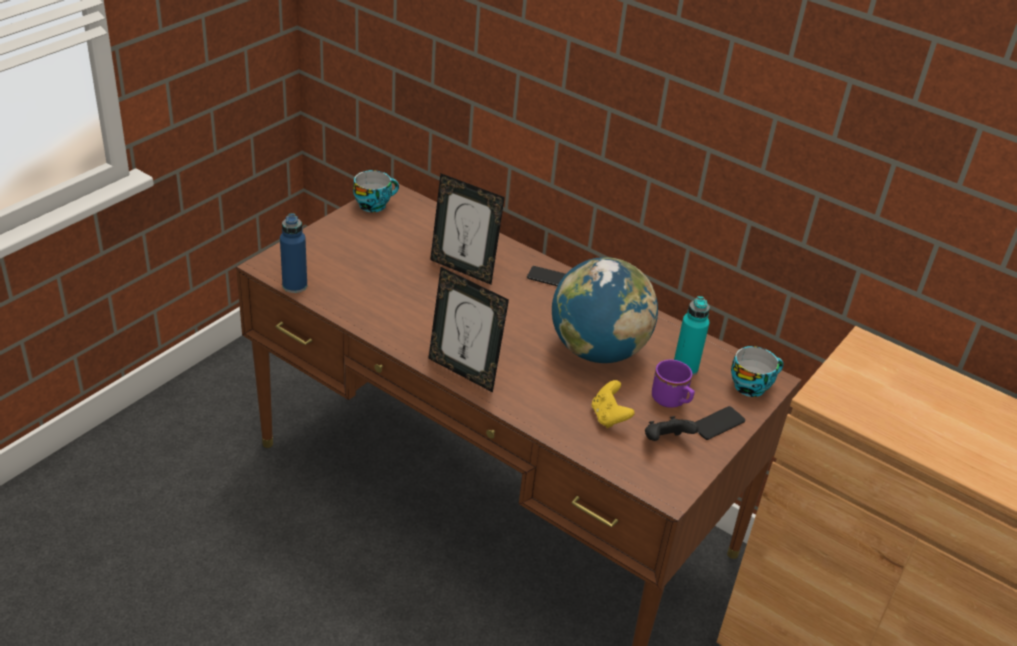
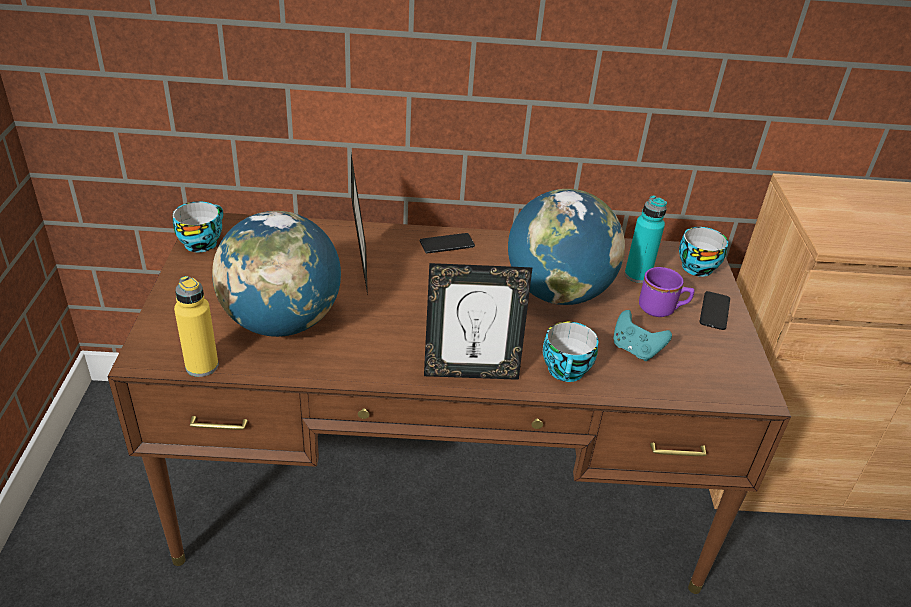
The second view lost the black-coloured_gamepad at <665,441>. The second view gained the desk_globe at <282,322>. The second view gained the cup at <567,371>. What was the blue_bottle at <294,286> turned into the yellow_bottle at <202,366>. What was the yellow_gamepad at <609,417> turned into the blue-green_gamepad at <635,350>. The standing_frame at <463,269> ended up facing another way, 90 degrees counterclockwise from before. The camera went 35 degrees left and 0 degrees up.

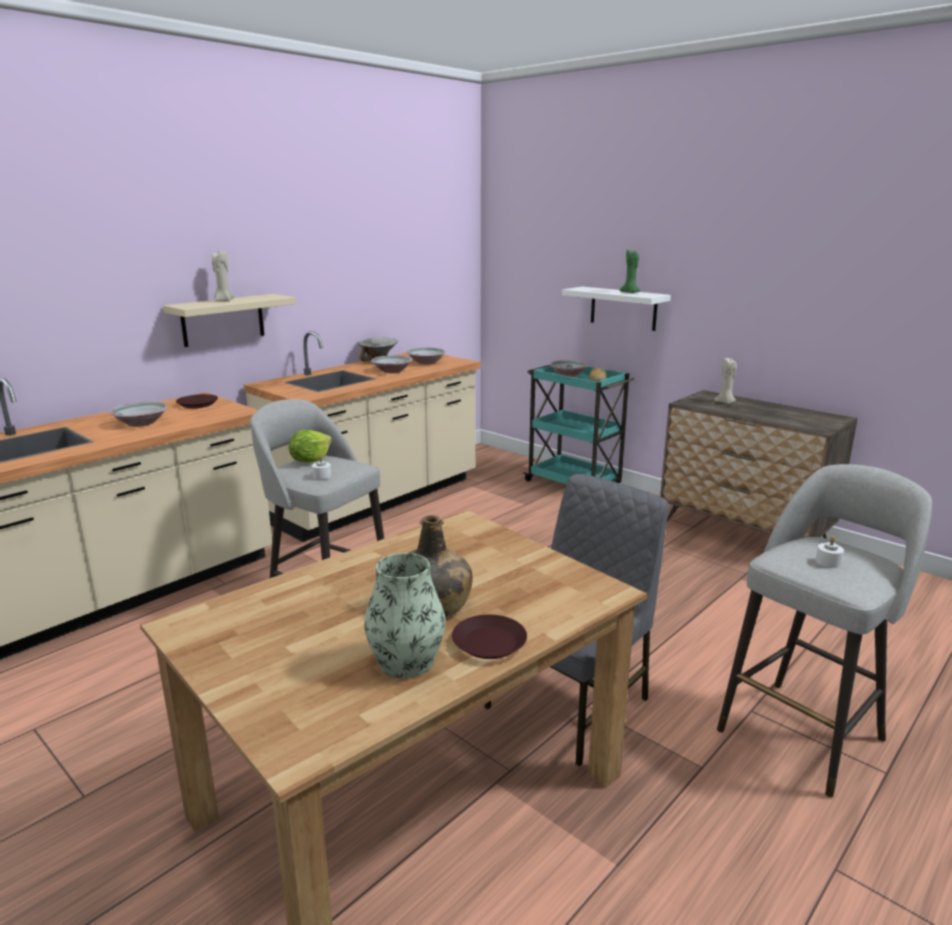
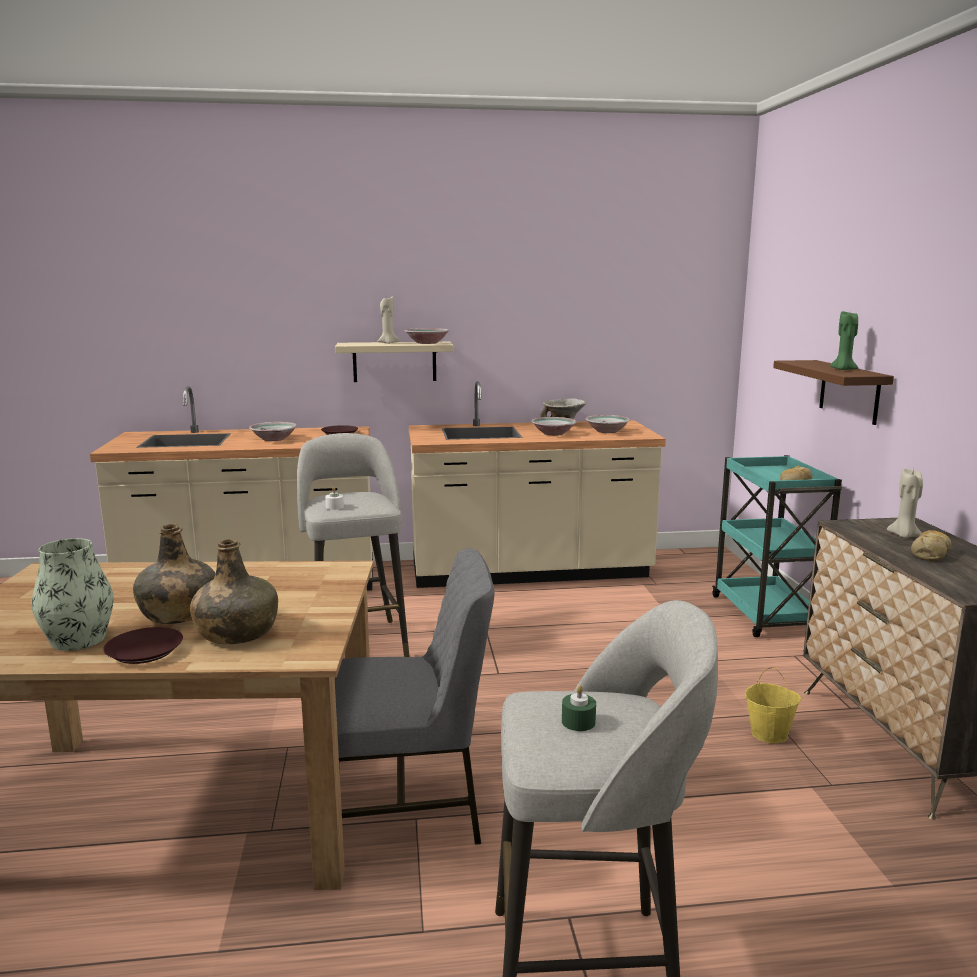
The second view lost the head_of_lettuce at <310,460>. The second view gained the green_bottle at <237,633>. The second view gained the yellow_pail at <769,734>. The second view gained the baked_bread at <930,553>. The serving_bowl ended up elsewhere, having gone from <568,375> to <426,343>. What was the white_bracket_shelf at <623,308> turned into the brownish_bracket_shelf at <849,391>. What was the white_wax_light at <828,562> turned into the green_wax_light at <578,722>. The camera went 40 degrees right and 5 degrees down.

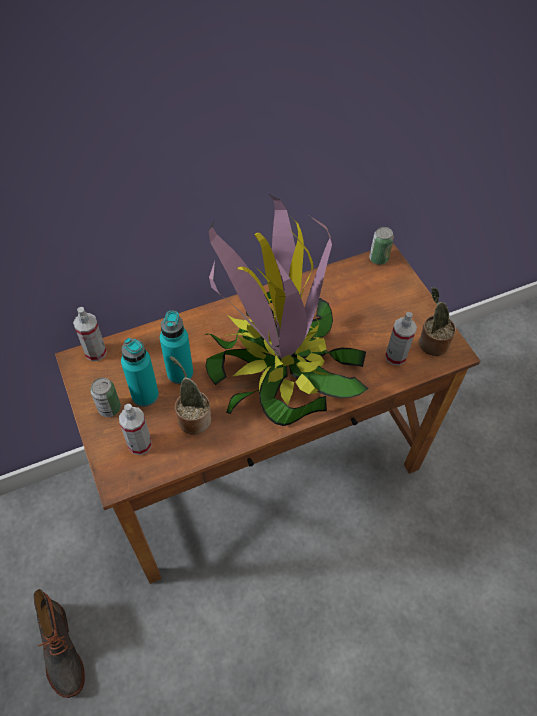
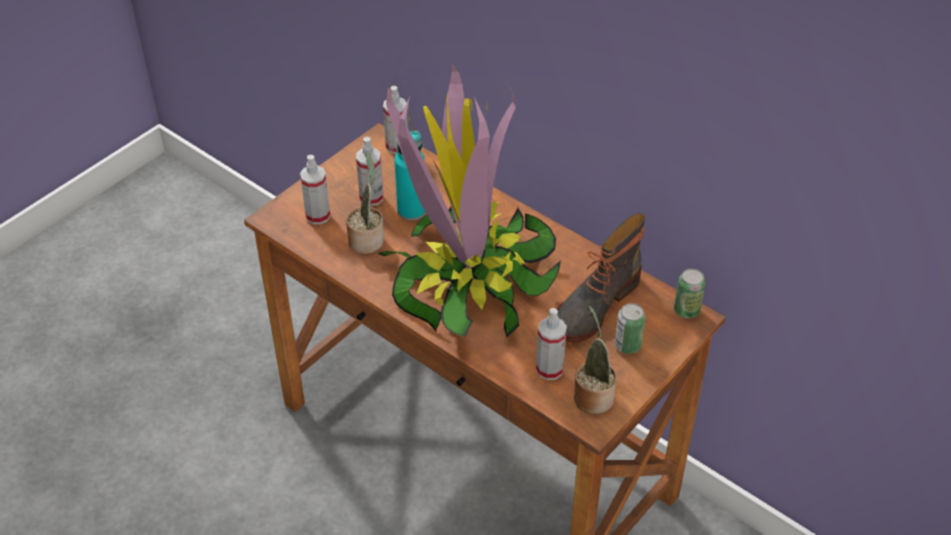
The high-top_boot ended up elsewhere, having gone from <60,651> to <594,305>. The metal_can ended up elsewhere, having gone from <109,408> to <627,345>. Where the blue-green_bottle stood at <145,395>, the spray_bottle came to stand at <371,198>. The camera went 65 degrees right and 10 degrees down.

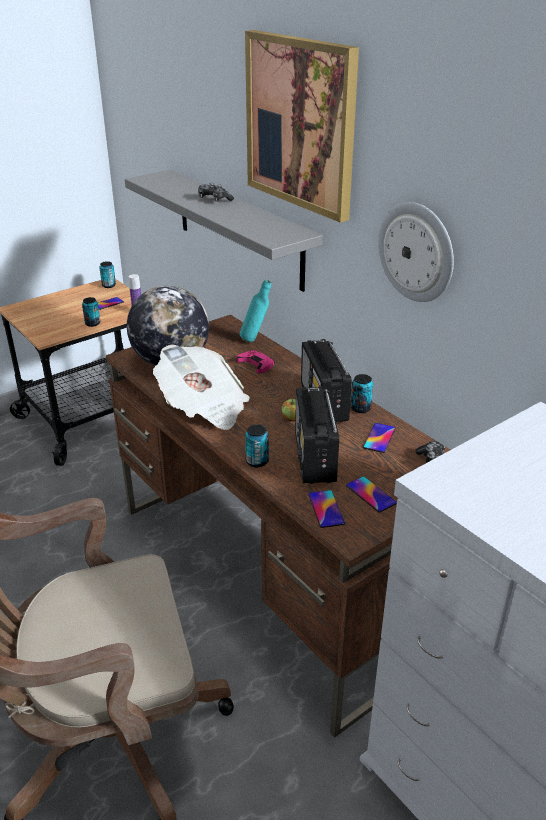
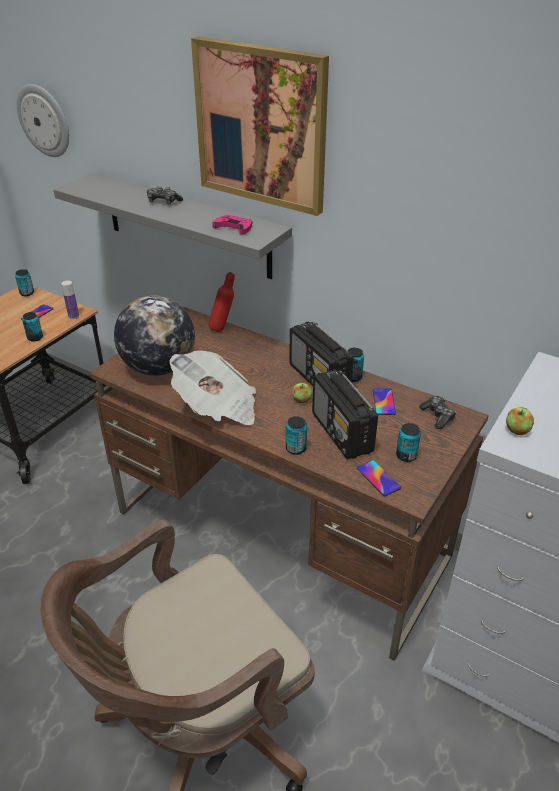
The second view gained the whole_apple at <517,430>. The pinkish_gamepad ended up elsewhere, having gone from <256,364> to <233,227>. The clock_on_the_wall ended up elsewhere, having gone from <417,252> to <44,120>. Where the phone stood at <371,494>, the metal_can came to stand at <406,455>. What was the blue-green_bottle at <255,339> turned into the red_bottle at <223,328>. The camera went 20 degrees left and 5 degrees up.

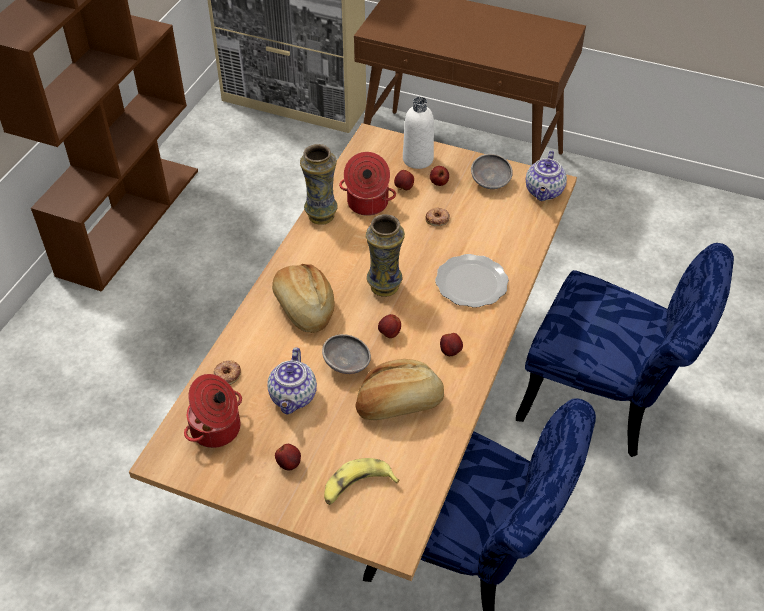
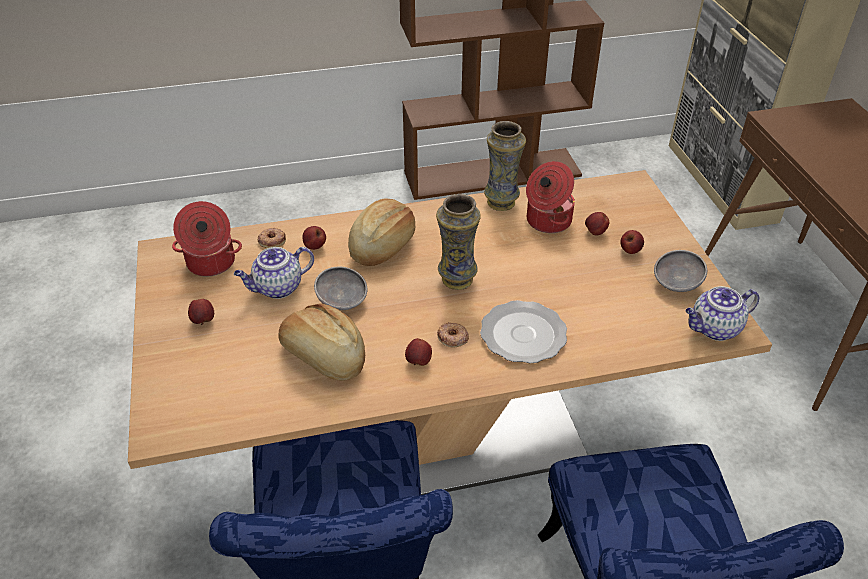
The second view lost the banana_fruit at <357,487>. The second view lost the white_bottle at <418,159>. The whole_apple ended up elsewhere, having gone from <389,334> to <314,246>. The donut ended up elsewhere, having gone from <437,219> to <452,337>. The camera went 55 degrees right and 5 degrees down.

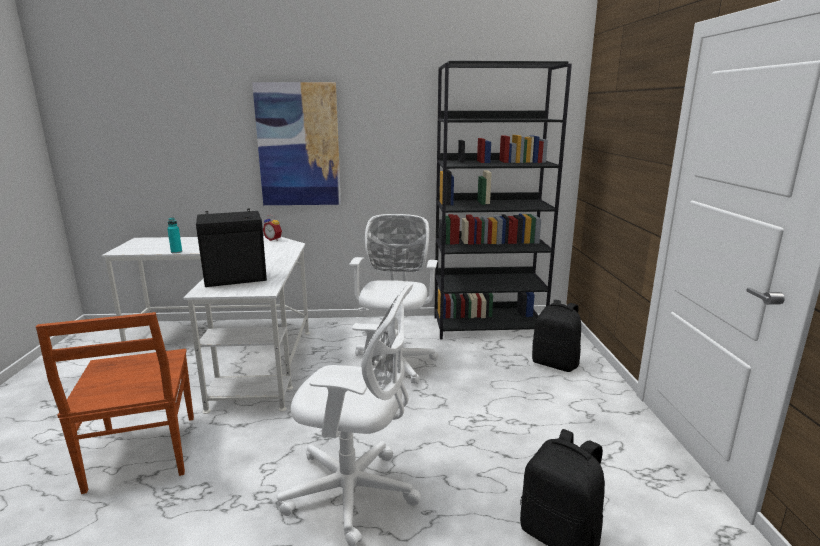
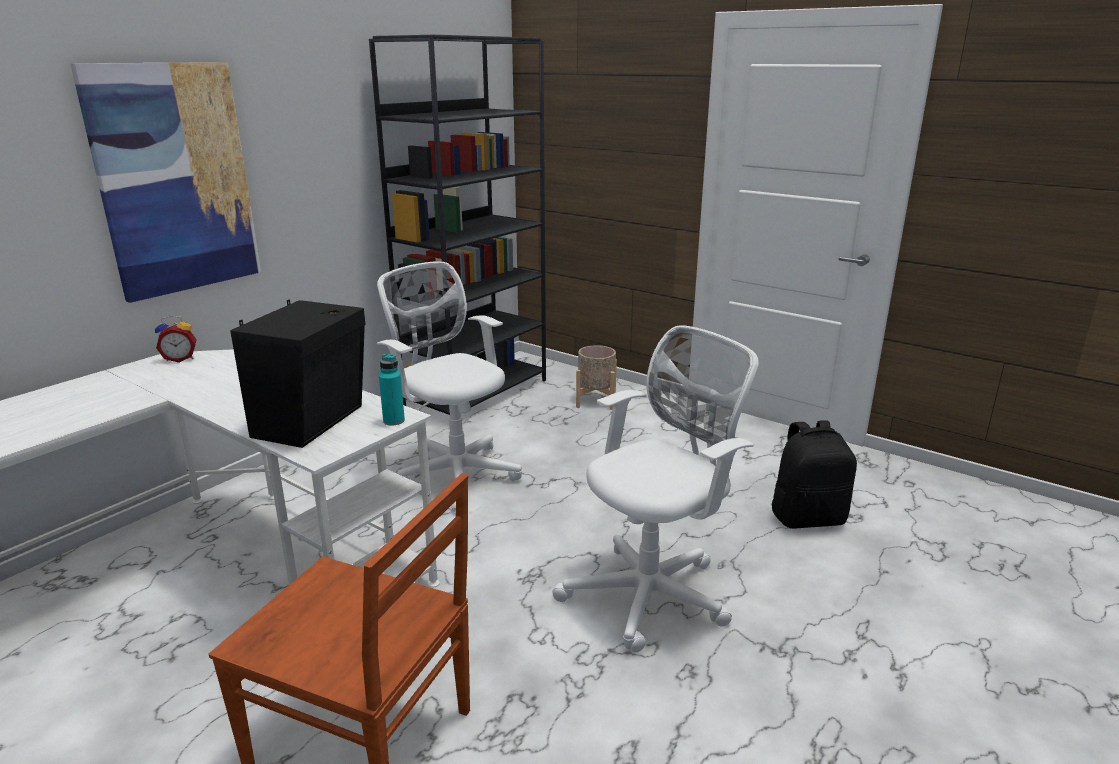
The blue-green_bottle ended up elsewhere, having gone from <176,252> to <394,421>. Where the black-coloured_rucksack stood at <555,364>, the beige_planter came to stand at <595,401>. The camera went 50 degrees left and 5 degrees up.

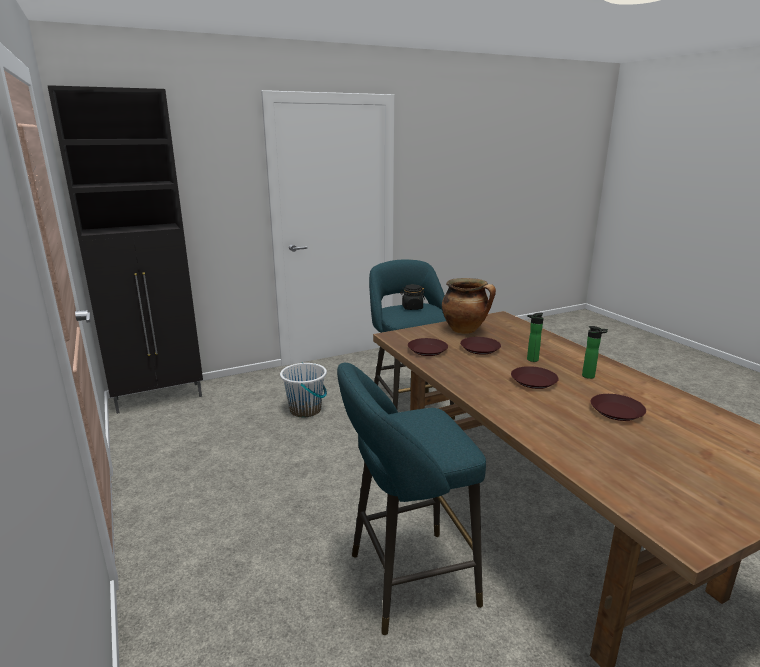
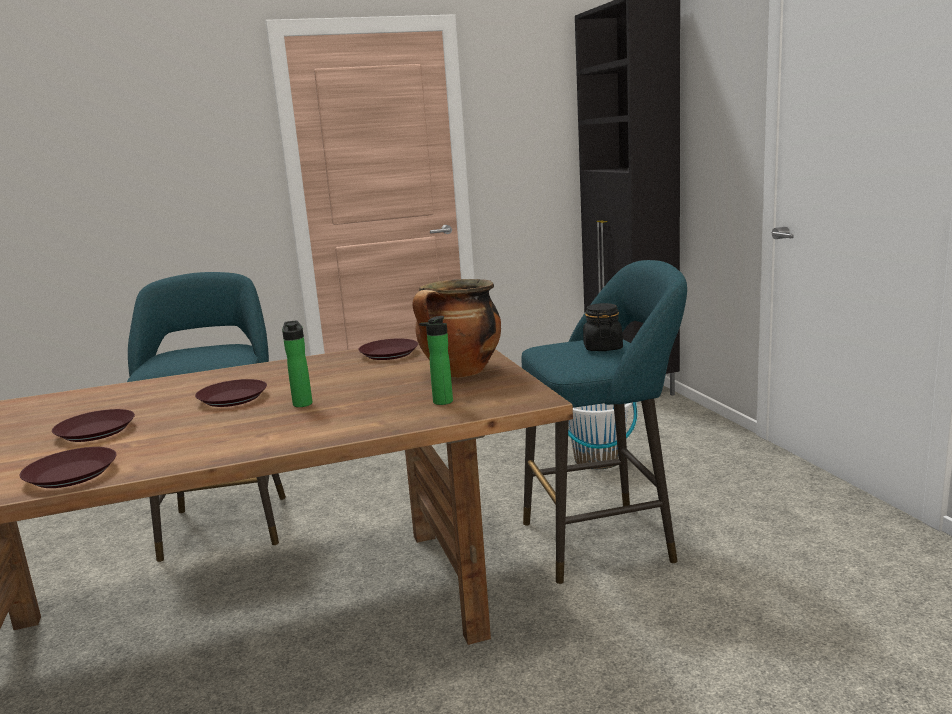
The brownish_dinner_plate ended up elsewhere, having gone from <479,349> to <72,474>. The bottle ended up elsewhere, having gone from <590,376> to <440,403>. The camera went 100 degrees right and 5 degrees down.

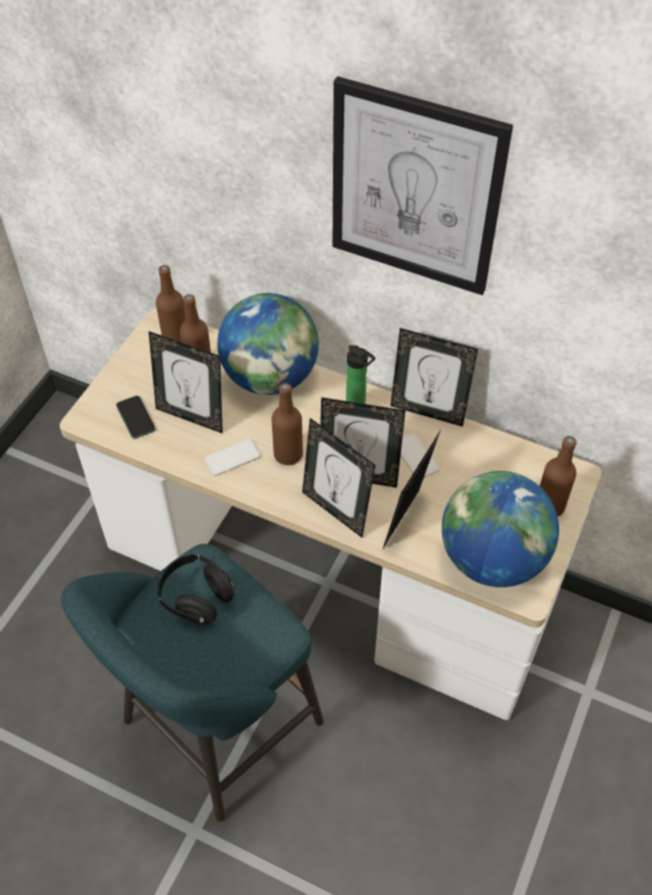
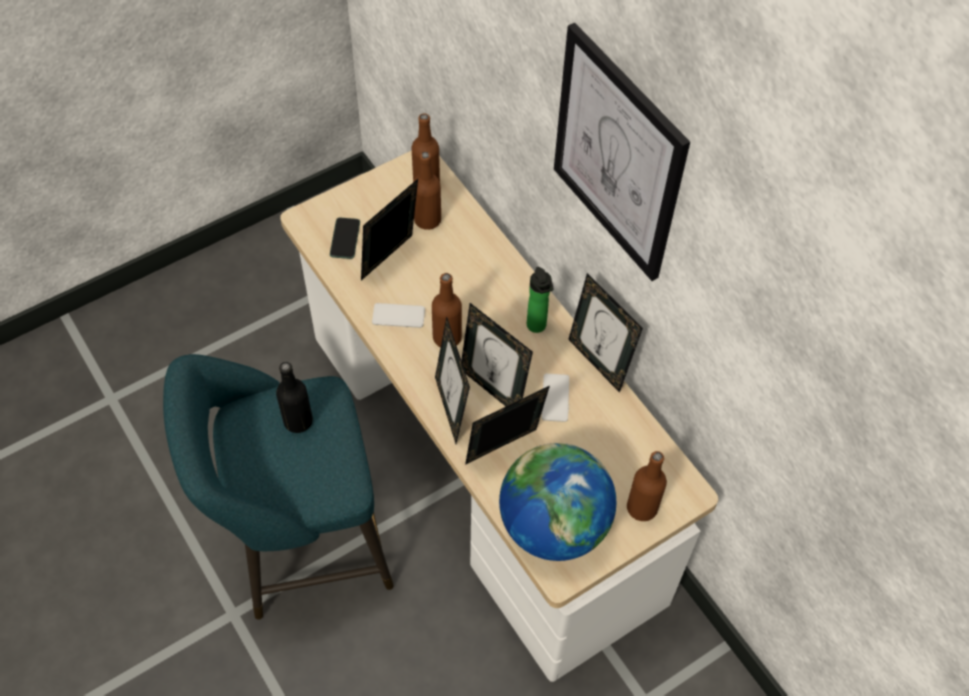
The second view lost the desk_globe at <270,377>. Where the black-coloured_headset stood at <196,598>, the black-coloured_bottle came to stand at <298,421>. The standing_frame at <191,416> ended up facing another way, 75 degrees clockwise from before. The camera went 30 degrees right and 5 degrees up.

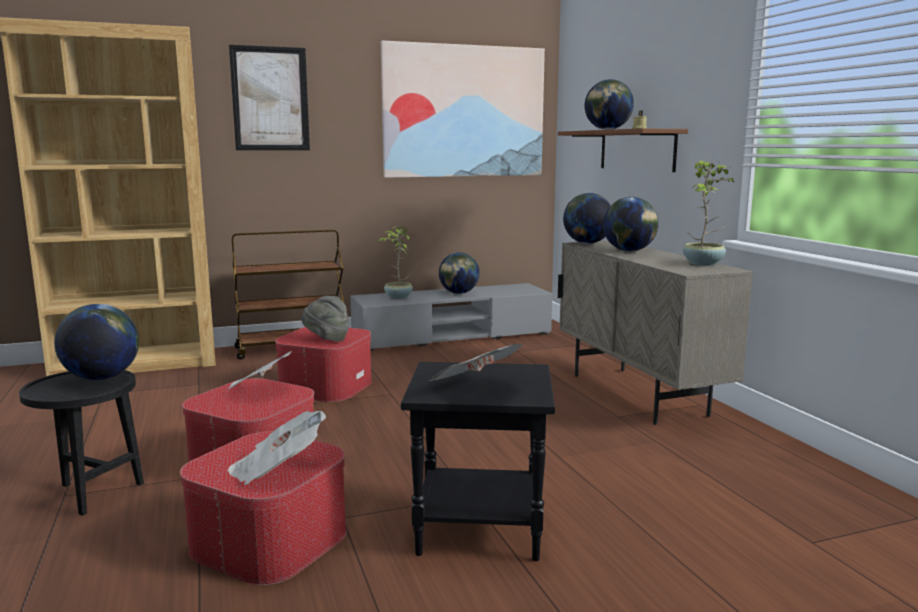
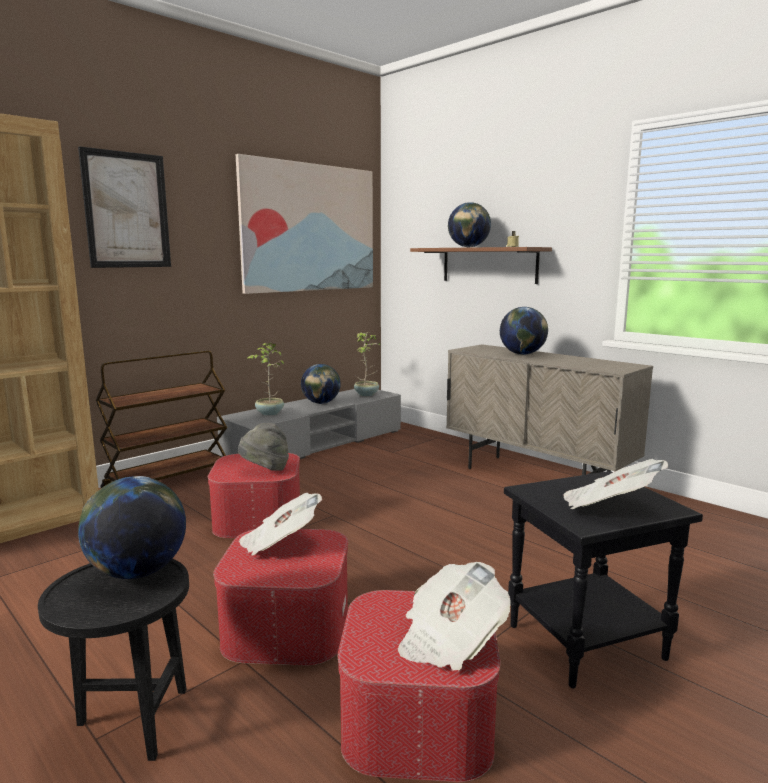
The second view lost the desk_globe at <587,243>. The plant_in_a_pot ended up elsewhere, having gone from <704,264> to <367,394>. The camera went 25 degrees left and 0 degrees up.

